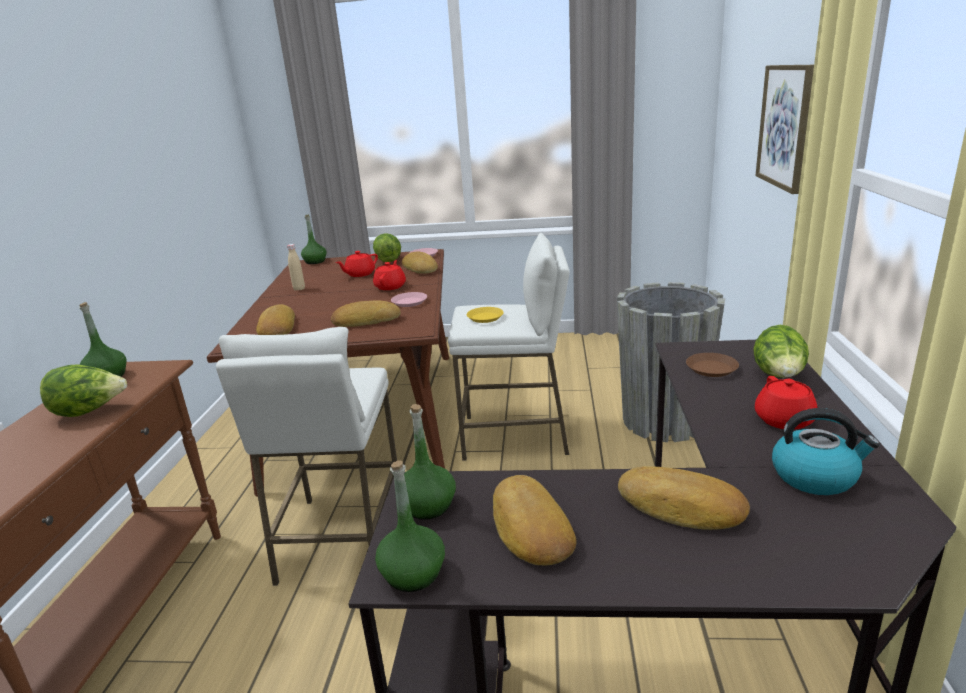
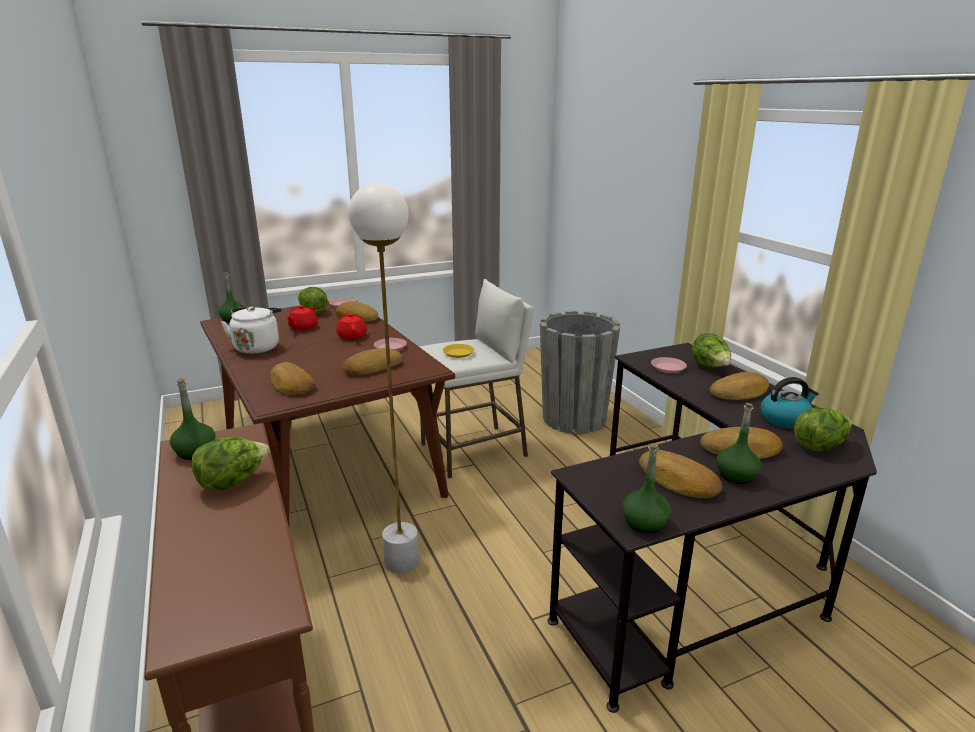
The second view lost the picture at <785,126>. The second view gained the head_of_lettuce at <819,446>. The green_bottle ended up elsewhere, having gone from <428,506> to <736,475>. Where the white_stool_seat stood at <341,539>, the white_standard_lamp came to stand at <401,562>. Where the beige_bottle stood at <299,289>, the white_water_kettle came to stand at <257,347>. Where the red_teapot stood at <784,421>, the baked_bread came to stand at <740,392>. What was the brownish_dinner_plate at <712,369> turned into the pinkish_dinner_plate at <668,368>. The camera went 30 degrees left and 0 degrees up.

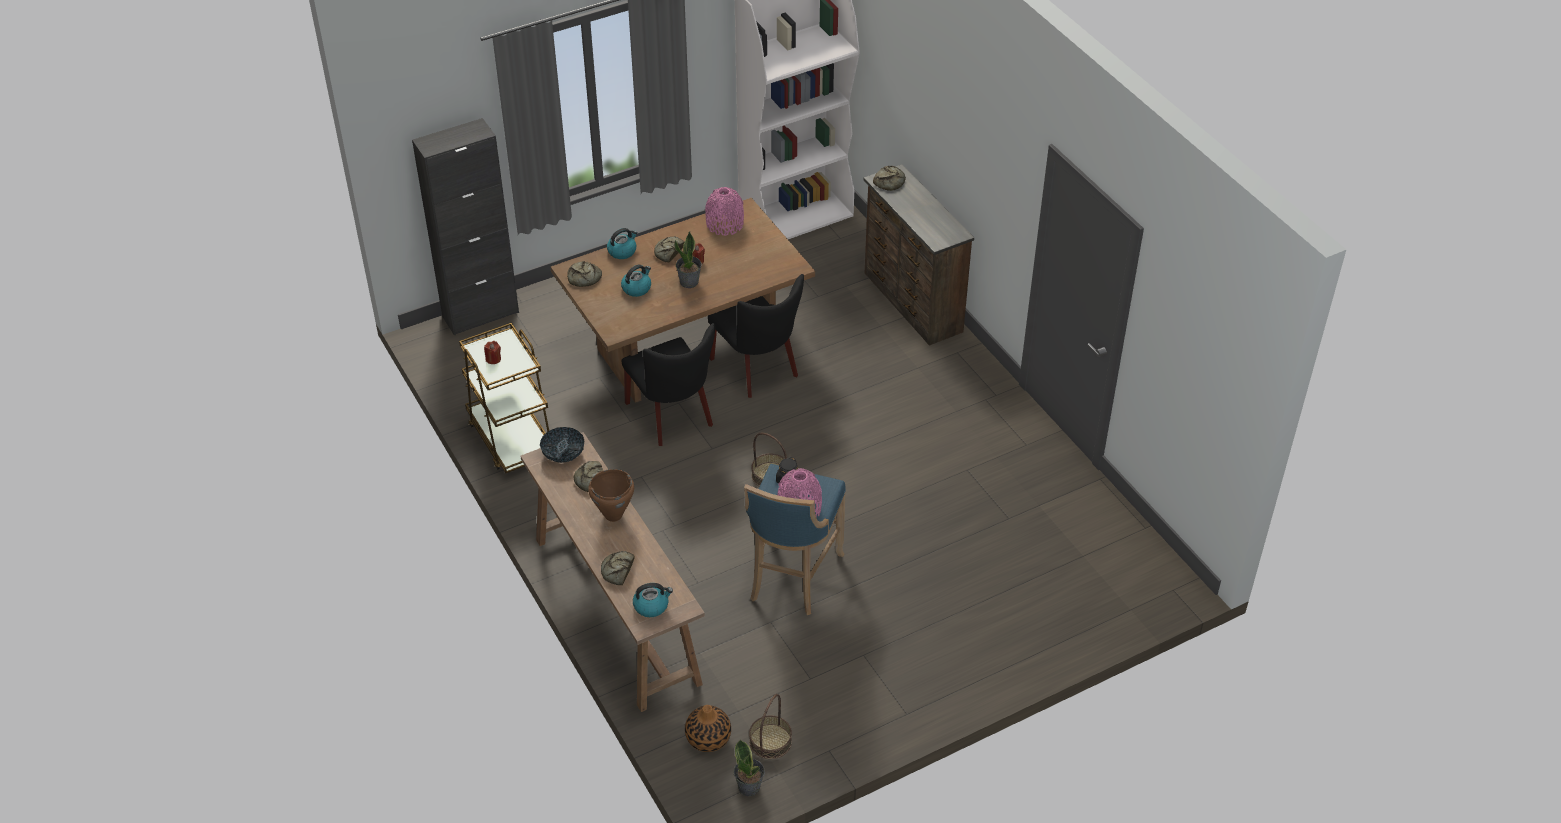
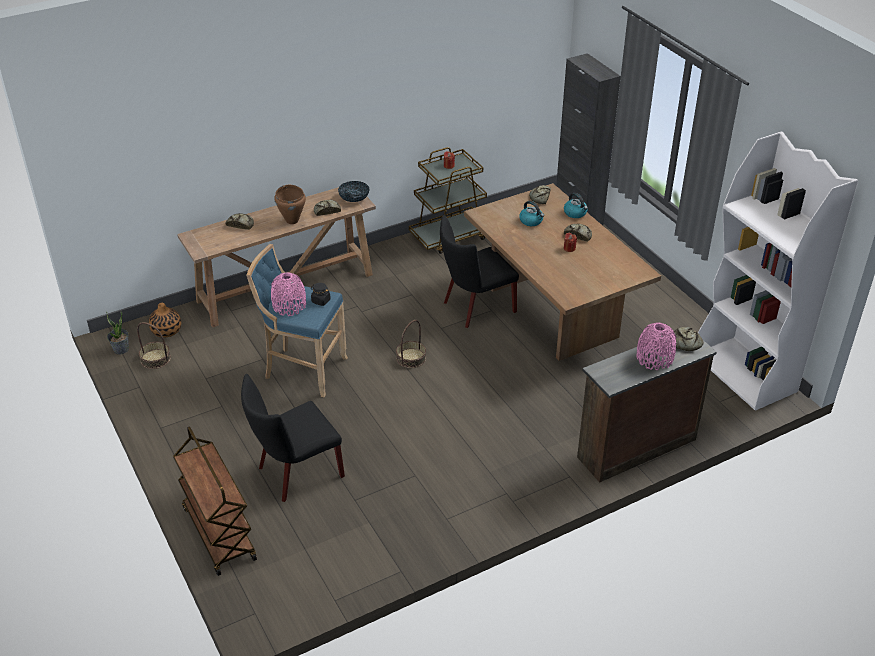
The second view lost the water_kettle at <651,606>. The second view lost the plant_in_a_pot at <689,282>. The second view gained the brownish_cart at <218,533>. The pinkish_flower_vase ended up elsewhere, having gone from <724,224> to <654,358>. The black-coloured_plain_chair ended up elsewhere, having gone from <758,370> to <295,473>. The camera went 90 degrees right and 5 degrees down.

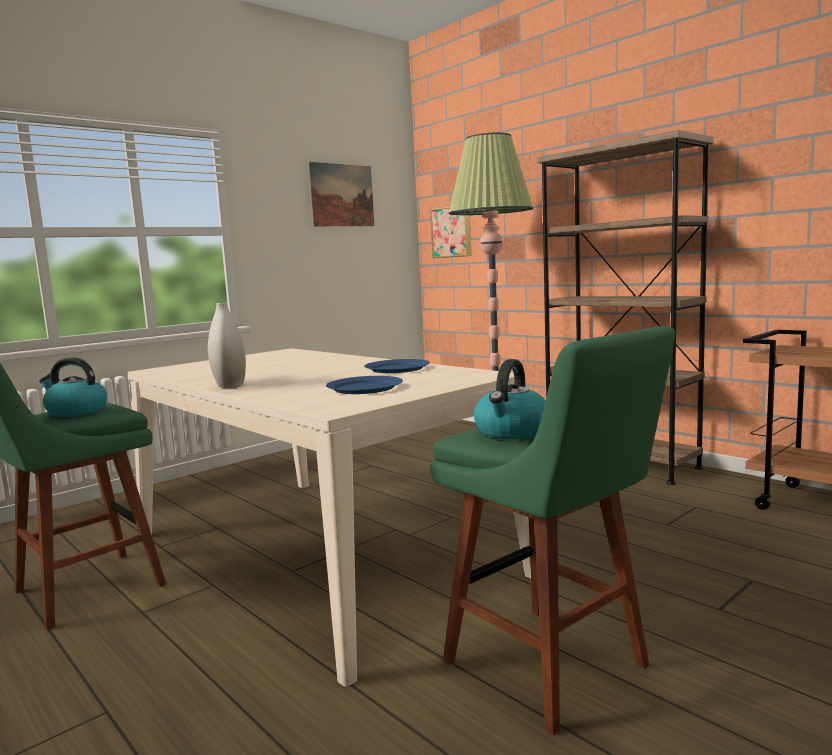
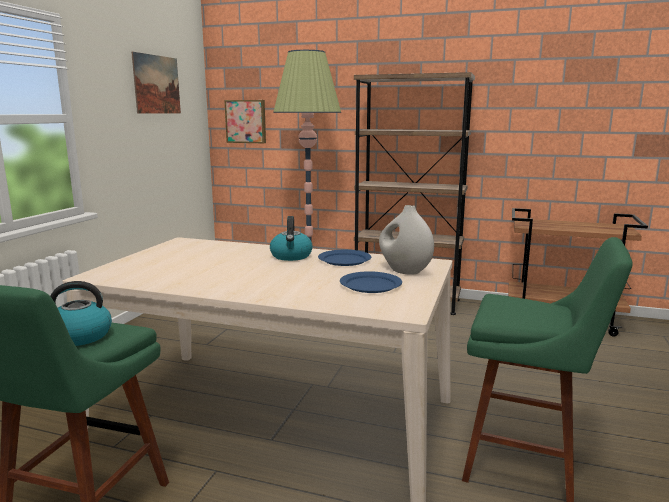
The white_flower_vase ended up elsewhere, having gone from <230,385> to <404,271>. The water_kettle ended up elsewhere, having gone from <512,432> to <291,256>. The camera went 30 degrees left and 5 degrees up.

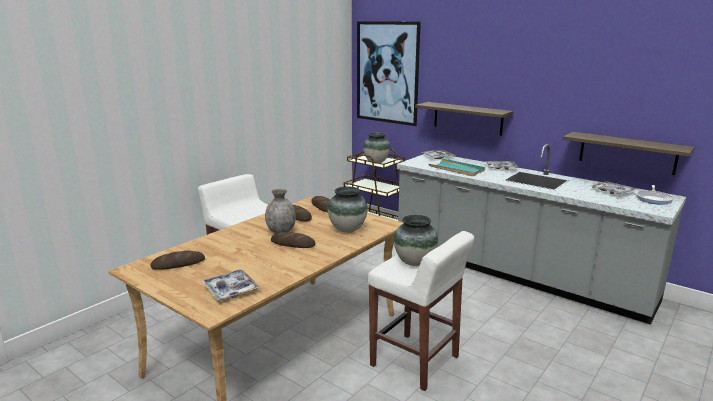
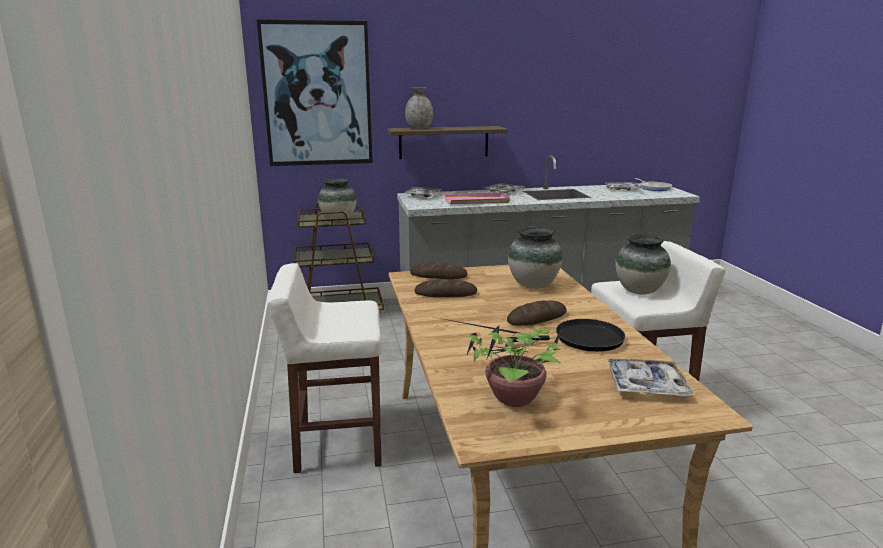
The second view lost the bracket_shelf at <627,153>. The second view gained the black-coloured_frying_pan at <583,340>. The grey_flower_vase ended up elsewhere, having gone from <281,231> to <419,128>. Where the baked_bread stood at <178,264>, the plant_in_a_pot came to stand at <510,398>. What was the blue-green_serving_tray at <457,169> turned into the pinkish_serving_tray at <477,201>. The camera went 50 degrees left and 0 degrees up.

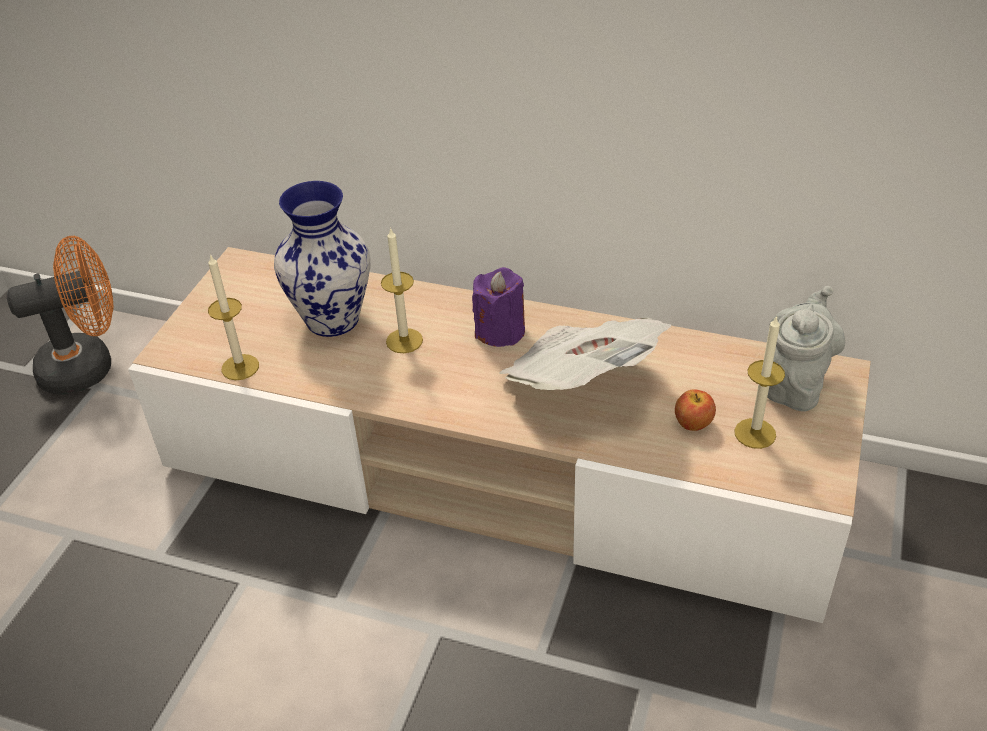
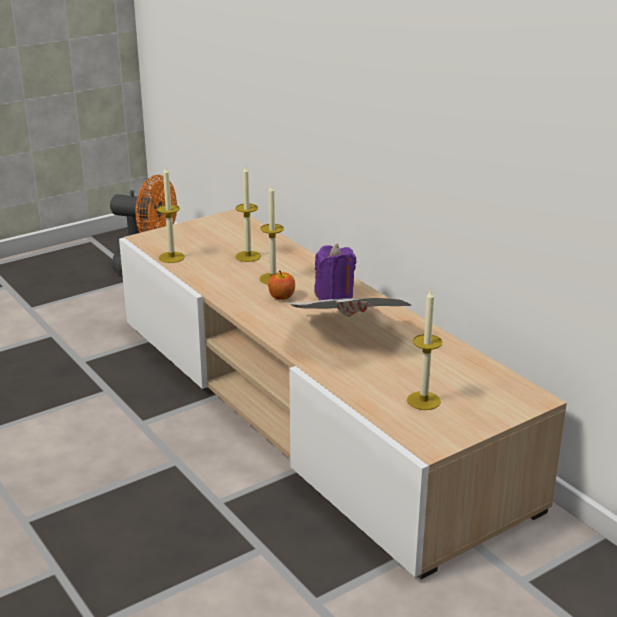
The second view lost the grey_teapot at <795,384>. The whole_apple ended up elsewhere, having gone from <693,423> to <281,297>. Where the flower_vase stood at <334,319>, the wax_light came to stand at <248,256>. The camera went 35 degrees right and 15 degrees down.

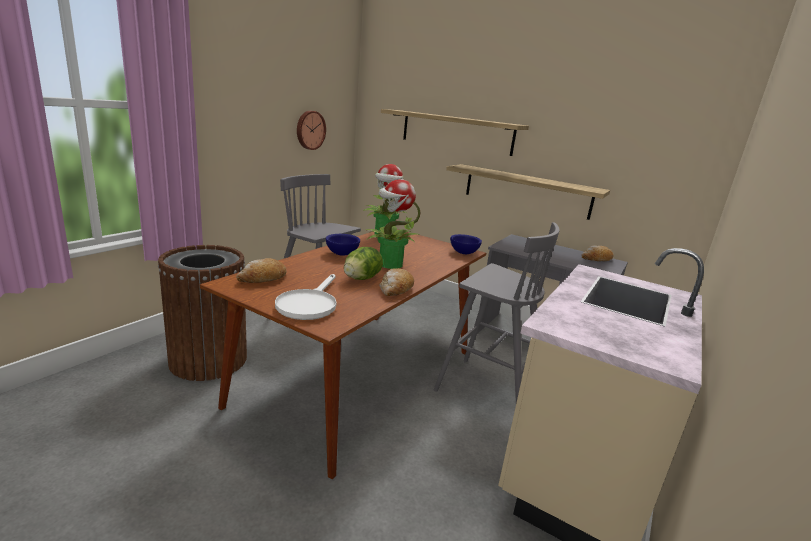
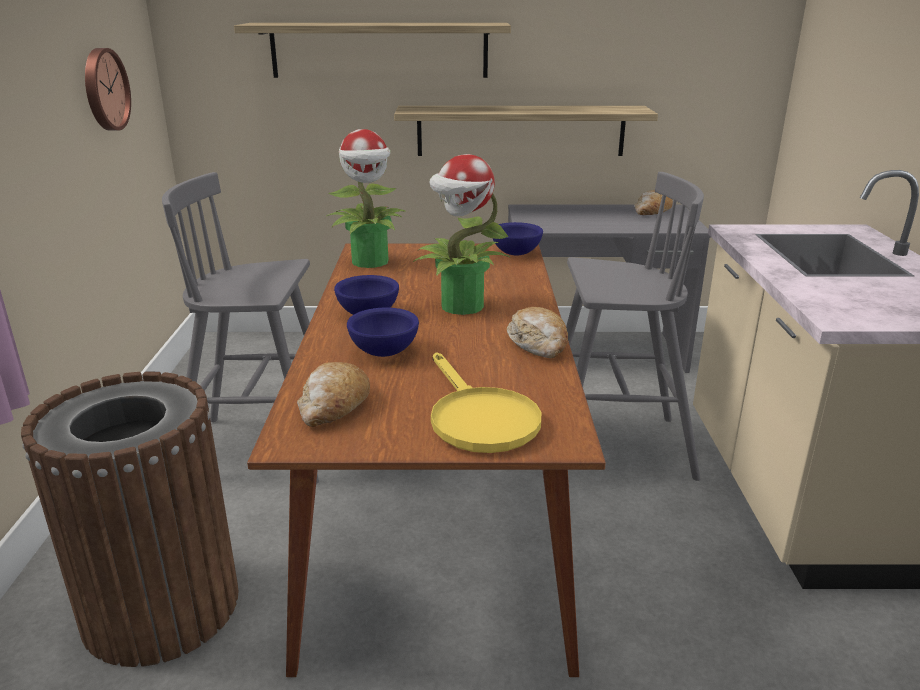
The second view lost the head_of_lettuce at <361,278>. The second view gained the blue_serving_bowl at <385,352>. What was the white_frying_pan at <309,304> turned into the yellow_frying_pan at <478,418>. The camera went 30 degrees left and 5 degrees up.

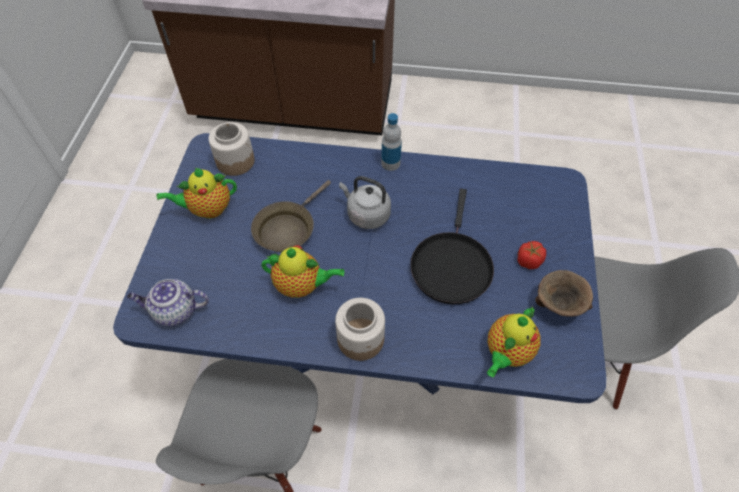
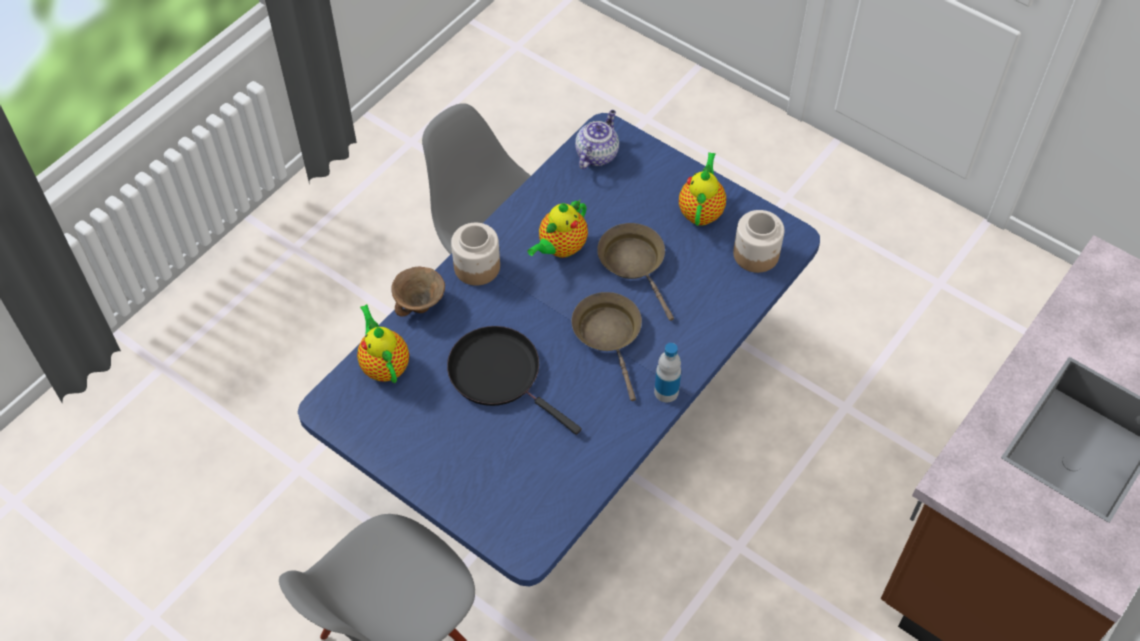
The second view lost the whole_tomato at <528,261>. The brownish_serving_bowl ended up elsewhere, having gone from <559,306> to <420,305>. Where the grey_water_kettle stood at <366,214>, the brownish_frying_pan came to stand at <609,335>. The camera went 120 degrees right and 0 degrees up.

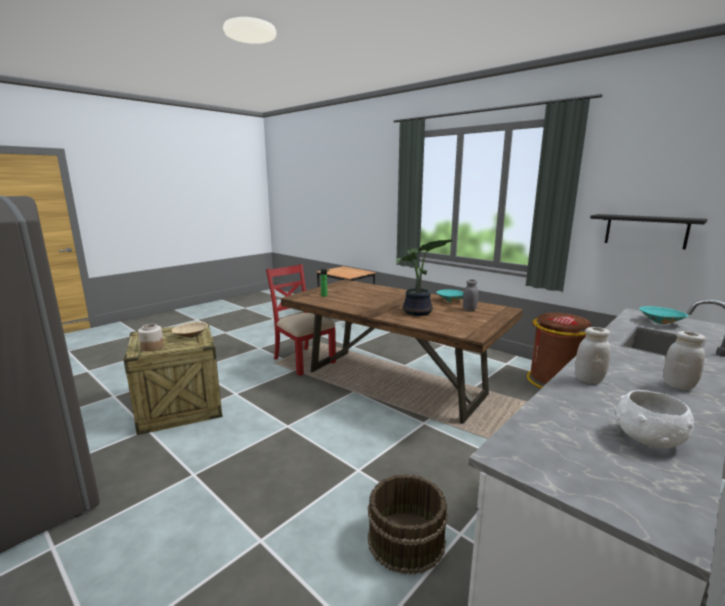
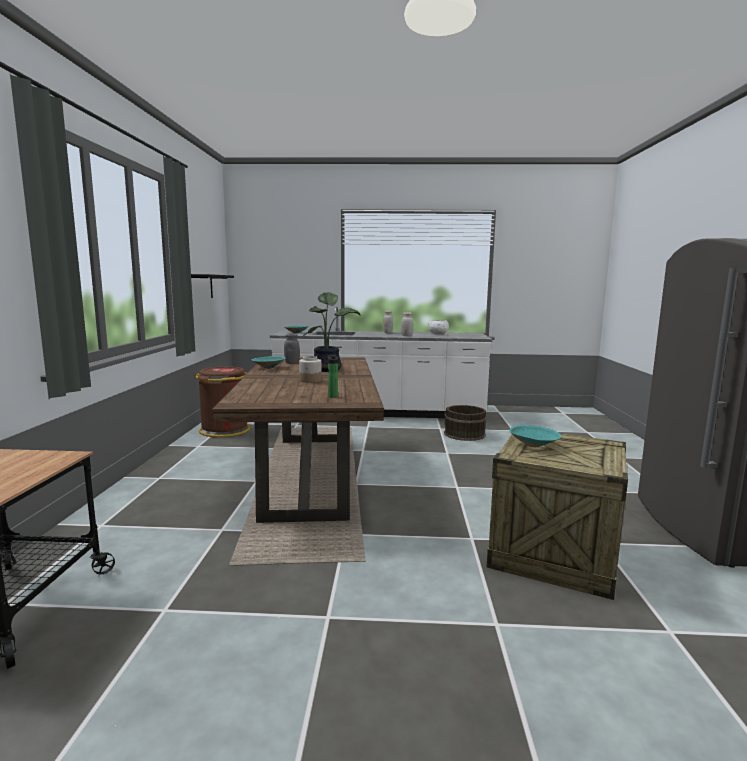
The second view lost the red_plain_chair at <303,360>. The preserve_jar ended up elsewhere, having gone from <152,347> to <310,380>. What was the beige_serving_bowl at <190,336> turned into the blue-green_serving_bowl at <534,445>. The camera went 130 degrees left and 5 degrees down.

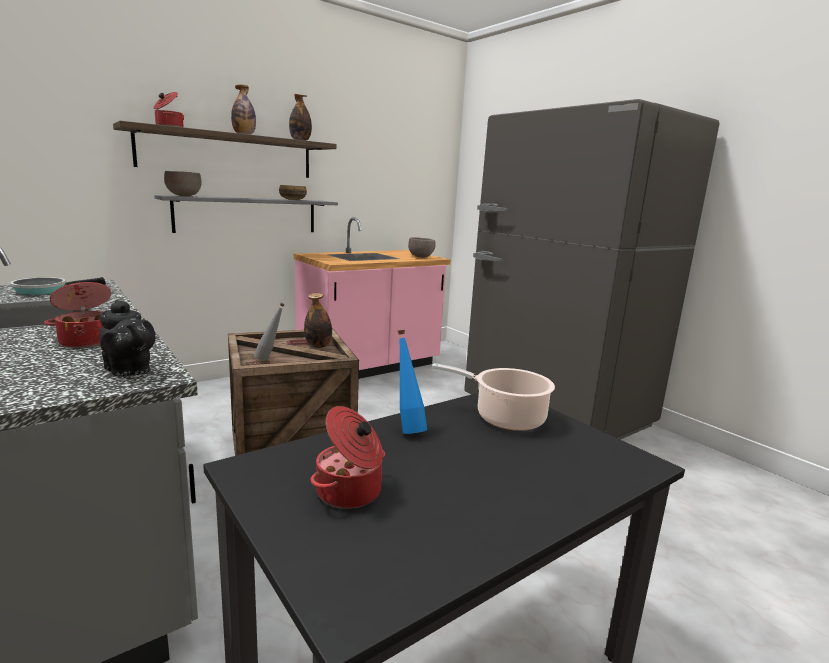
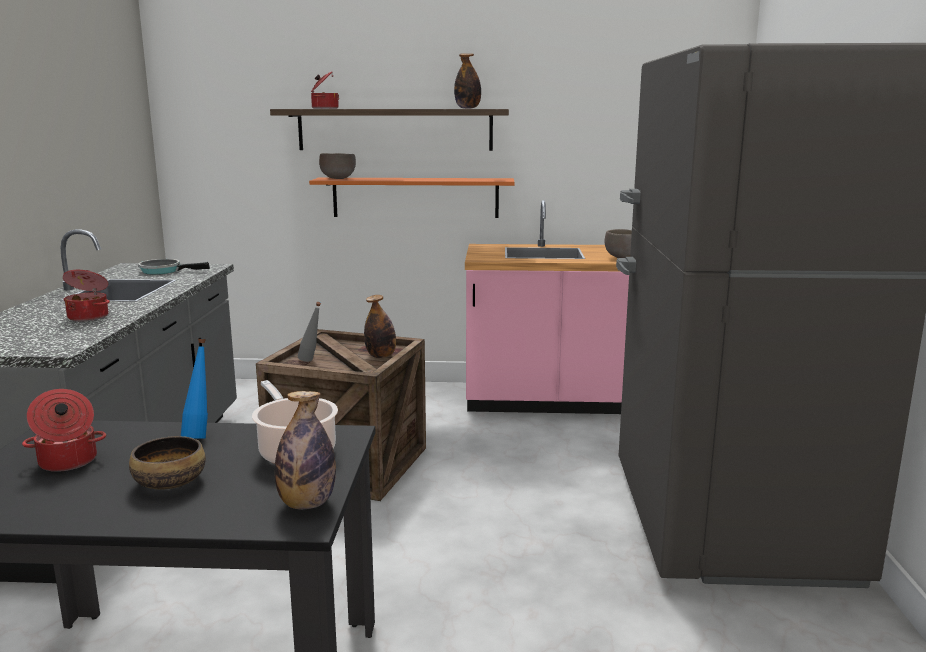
The second view lost the black-coloured_teapot at <129,371>. The bottle ended up elsewhere, having gone from <244,135> to <307,504>. The serving_bowl ended up elsewhere, having gone from <292,199> to <169,482>. What was the grey_bracket_shelf at <247,215> turned into the orange-coloured_bracket_shelf at <415,197>. The camera went 40 degrees right and 0 degrees up.

